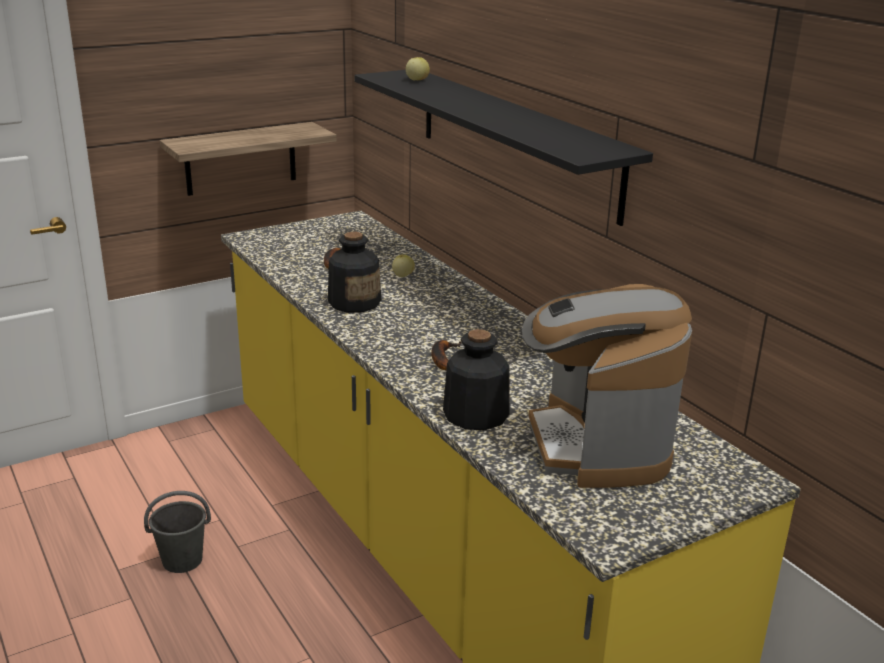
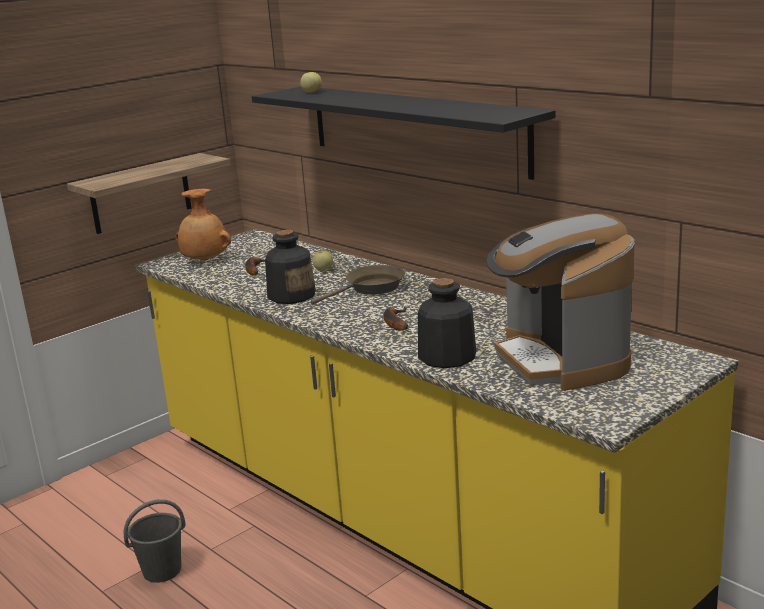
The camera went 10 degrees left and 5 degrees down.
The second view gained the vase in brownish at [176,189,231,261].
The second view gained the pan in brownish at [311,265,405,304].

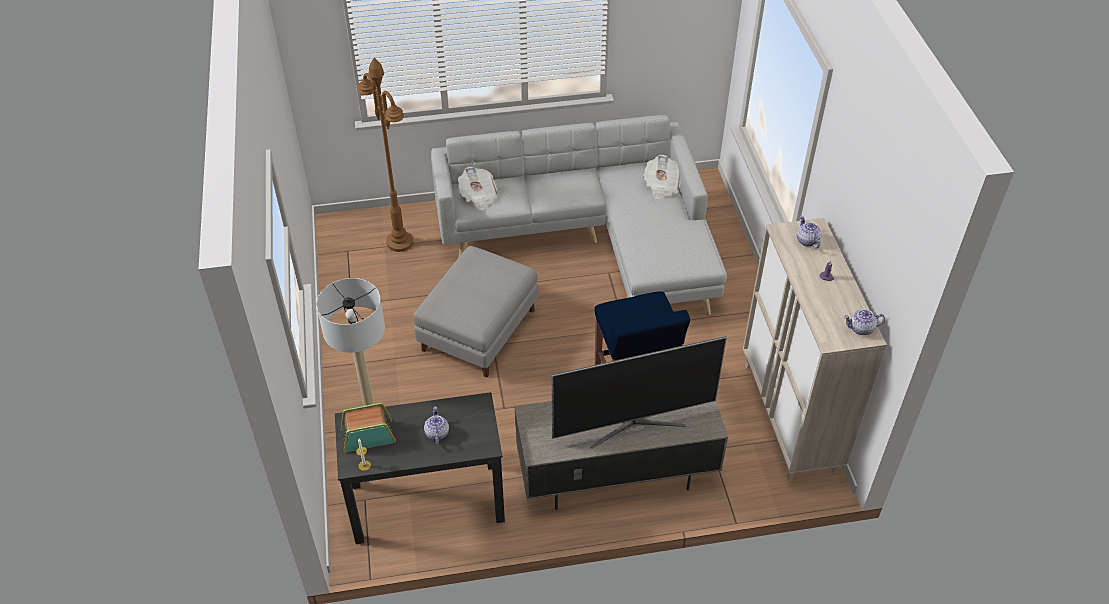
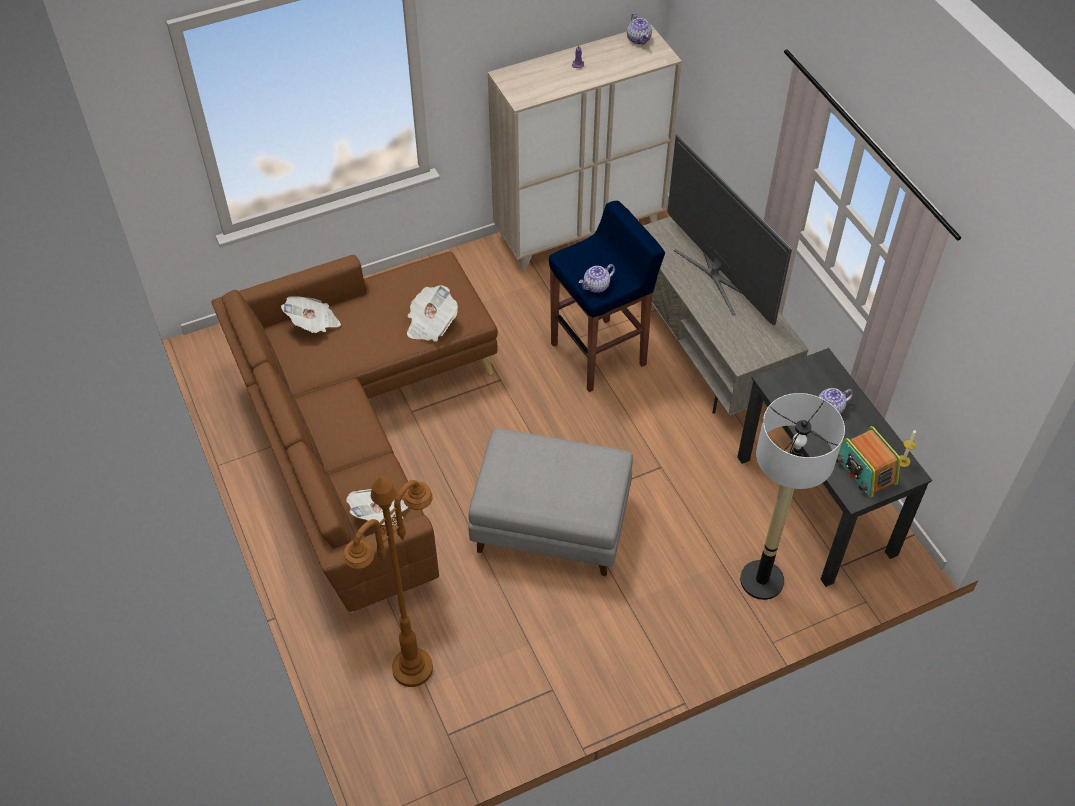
The camera went 105 degrees left and 5 degrees up.
What was the couch in greyish at [431,115,727,315] turned into the couch in brownish at [211,251,498,613].
The pot for tea ended up elsewhere, having gone from [797,216,821,248] to [579,264,615,293].
The second view gained the newspaper at [407,285,458,342].

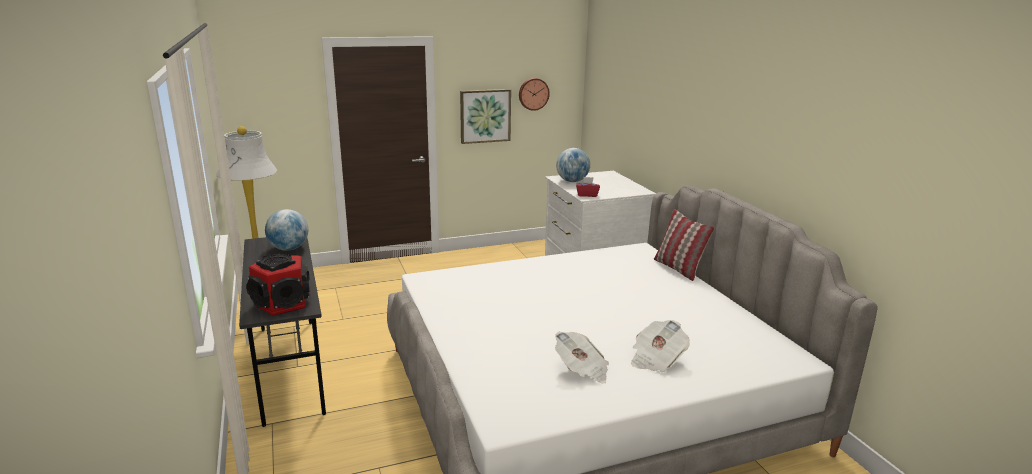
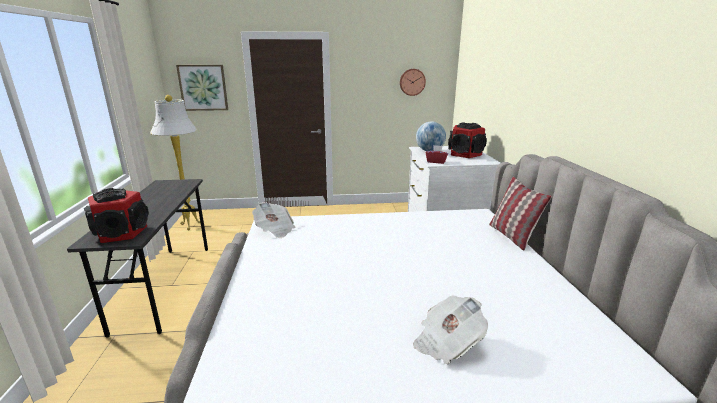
The camera went 15 degrees right and 0 degrees up.
The second view lost the desk globe at [265,209,308,251].
The wall picture ended up elsewhere, having gone from [460,89,511,144] to [176,65,228,111].
The newspaper ended up elsewhere, having gone from [555,331,609,384] to [252,202,296,238].
The second view gained the speaker at [448,122,487,158].

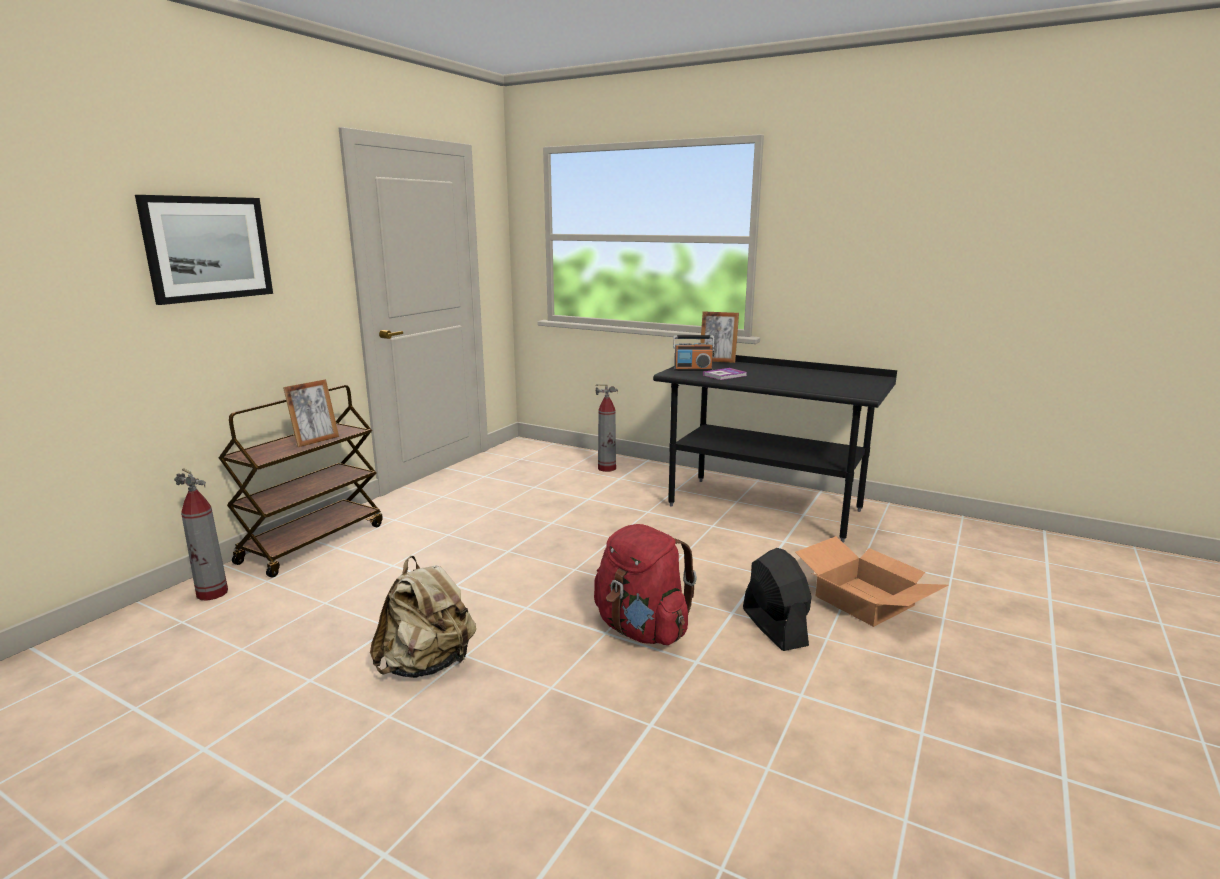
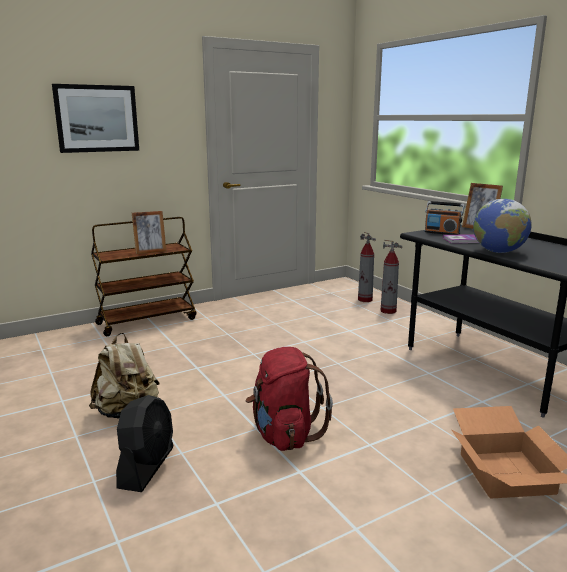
The camera went 30 degrees right and 0 degrees up.
The fire-fighting cylinder ended up elsewhere, having gone from [174,468,228,601] to [358,232,376,302].
The cooling fan in blackish ended up elsewhere, having gone from [743,548,812,651] to [116,395,173,492].
The second view gained the desk globe at [473,199,532,253].

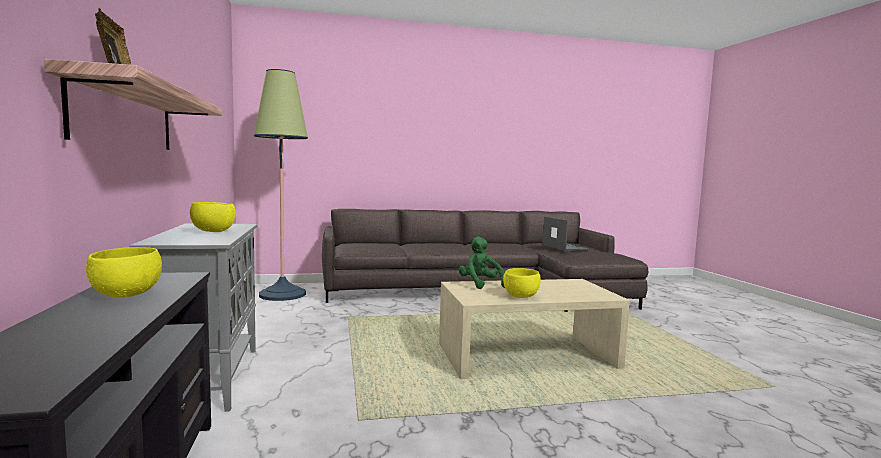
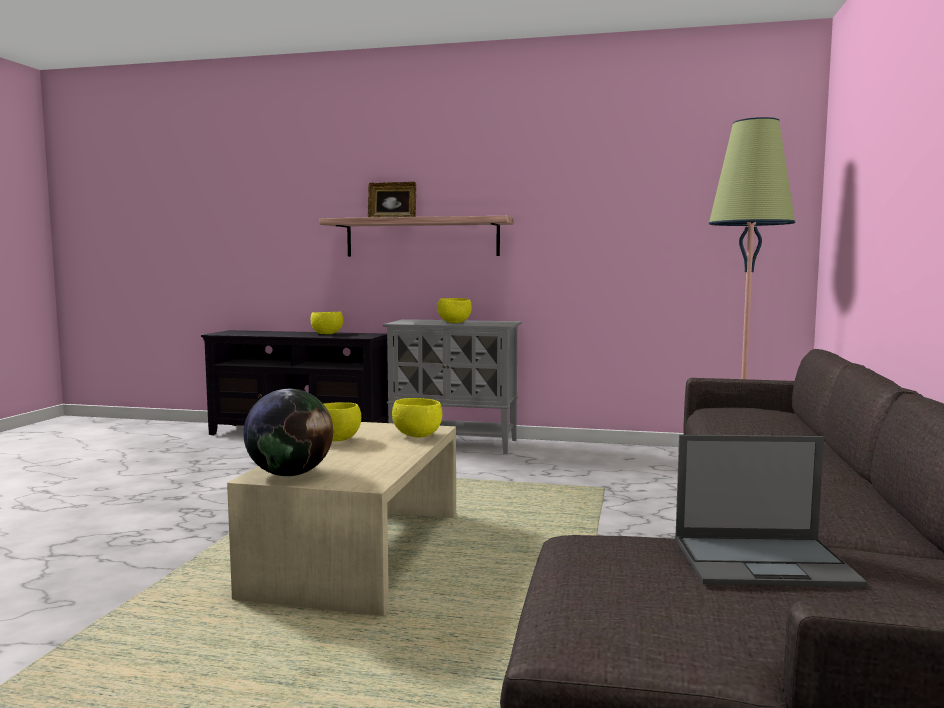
The camera went 115 degrees right and 0 degrees up.
Where the soft toy in greenish stood at [459,236,505,289], the bowl in yellow-coloured came to stand at [392,398,442,438].
The second view gained the desk globe at [243,389,333,476].

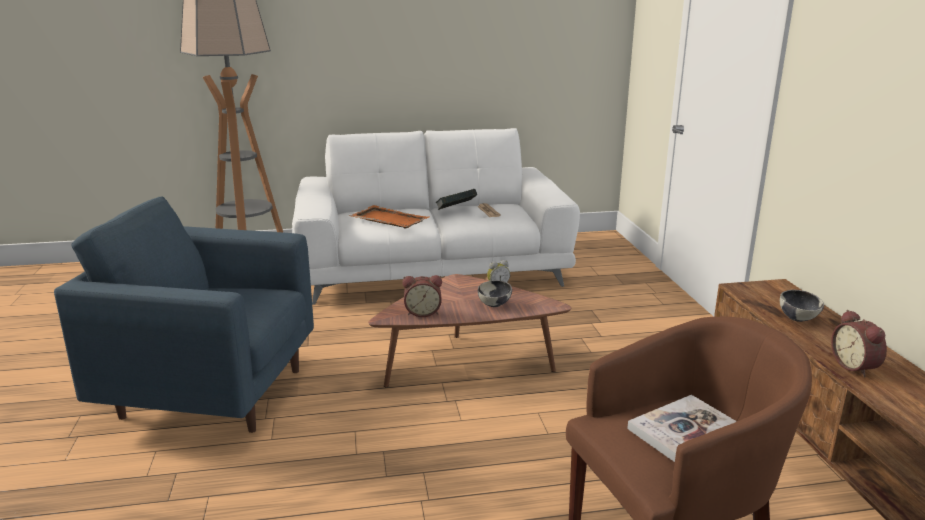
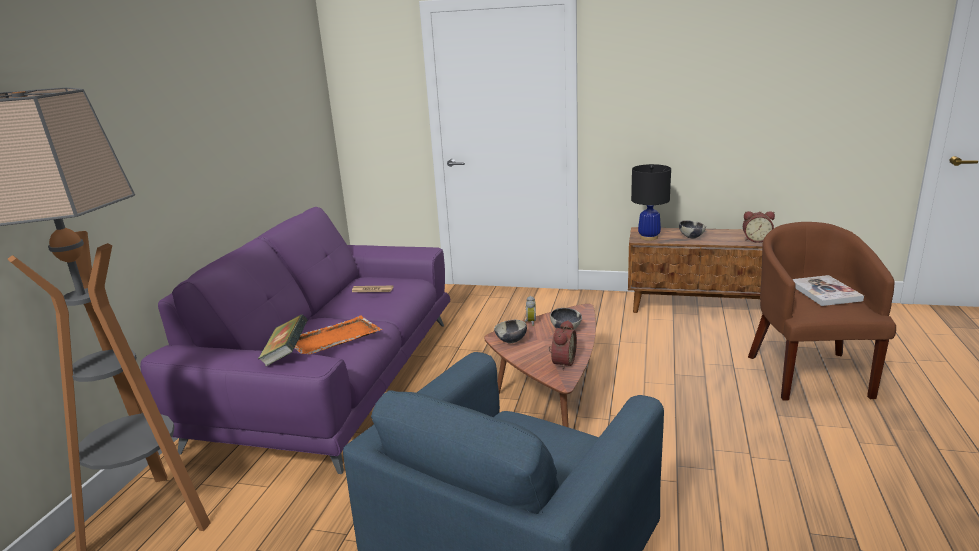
The camera went 65 degrees left and 0 degrees up.
What was the couch in whitish at [292,128,580,305] turned into the couch in purple at [140,207,450,474].
The bound book ended up elsewhere, having gone from [436,189,477,210] to [258,315,308,366].
The second view gained the bowl at [494,320,527,344].
The second view gained the lamp for a table in blackish at [631,164,671,241].

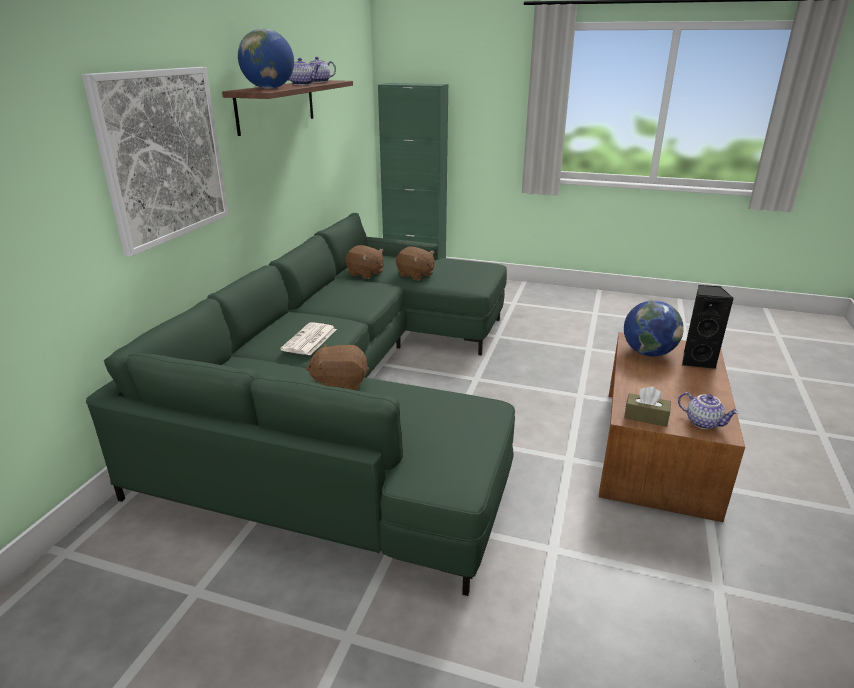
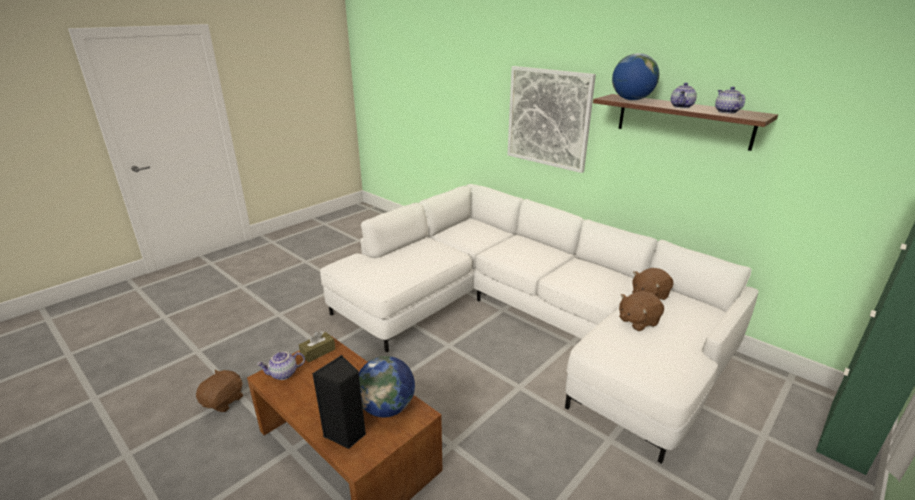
The camera went 115 degrees right and 0 degrees up.
What was the couch in greenish at [86,213,515,596] turned into the couch in whitish at [320,184,758,464].
The second view lost the newspaper at [280,322,337,355].
The soft toy in brownish ended up elsewhere, having gone from [306,343,369,390] to [196,370,243,412].

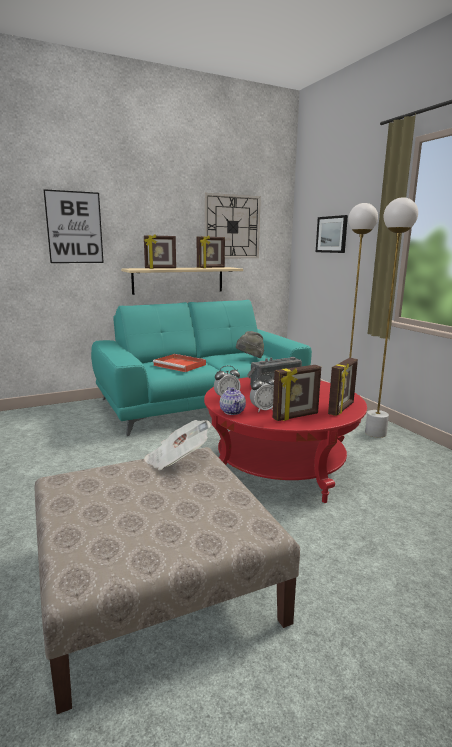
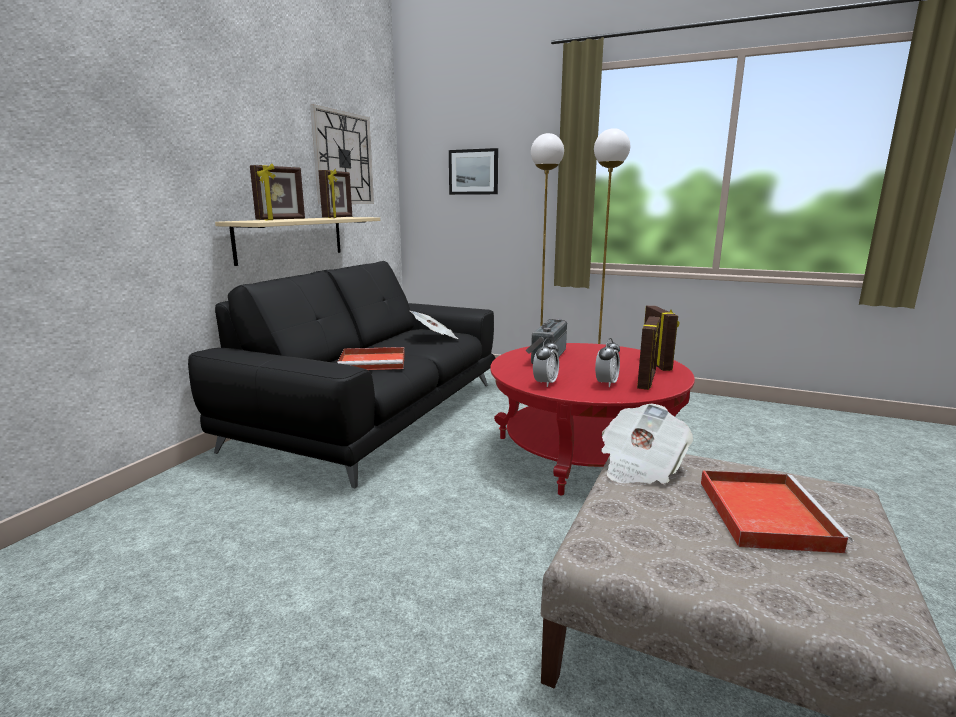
The camera went 40 degrees left and 0 degrees up.
The second view lost the wall picture at [43,189,104,263].
What was the couch in blue-green at [91,300,312,436] turned into the couch in blackish at [188,261,495,488].
The second view lost the pot for tea at [220,387,246,415].
Where the clothing hat in greyish stood at [236,331,264,358], the newspaper came to stand at [410,311,458,339].
The second view gained the serving tray in red at [701,471,853,553].

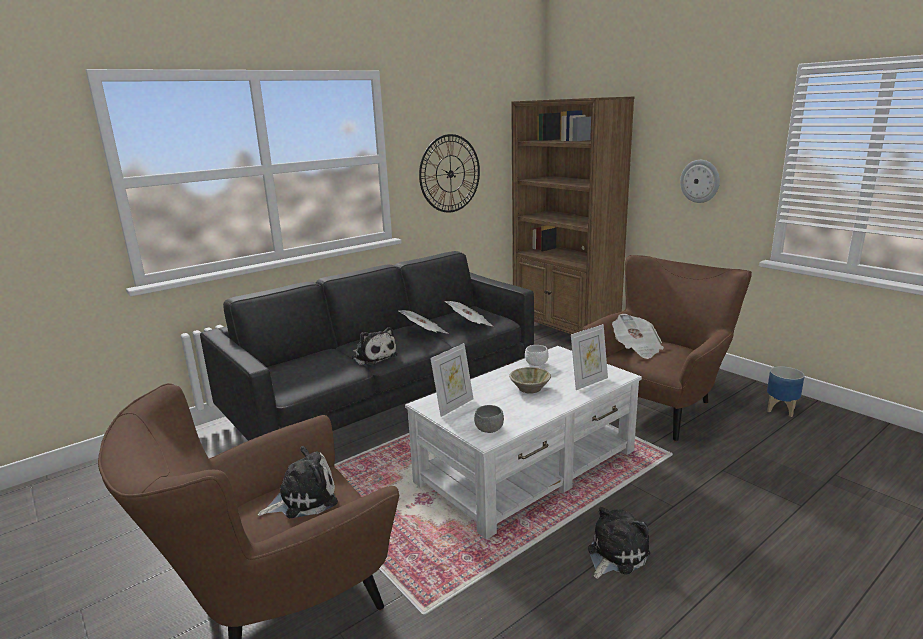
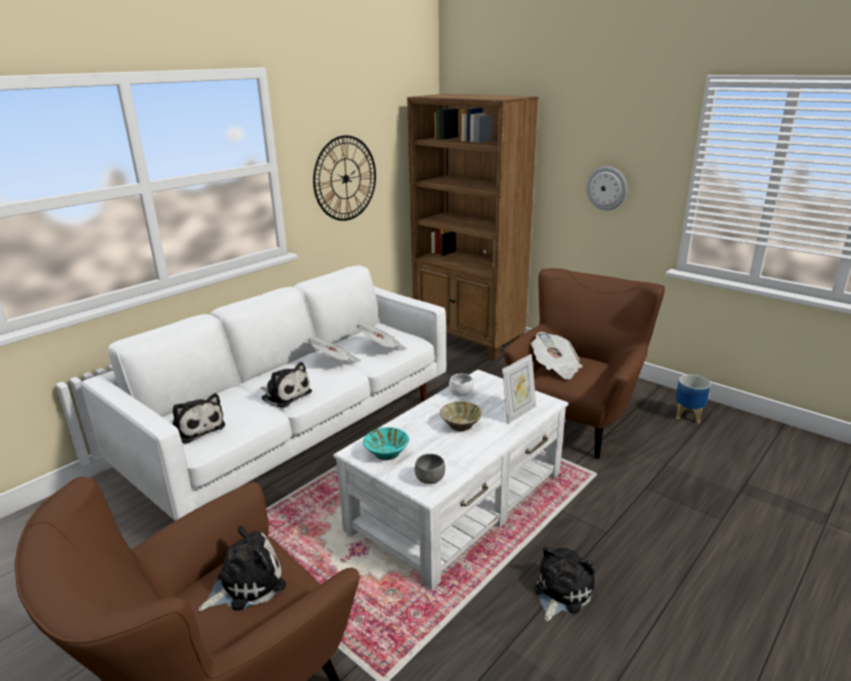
The camera went 10 degrees left and 5 degrees up.
What was the couch in blackish at [200,251,534,441] turned into the couch in whitish at [81,265,446,521].
Where the picture frame stood at [430,343,474,417], the bowl in blue-green came to stand at [363,427,409,460].
The second view gained the soft toy at [173,393,225,444].

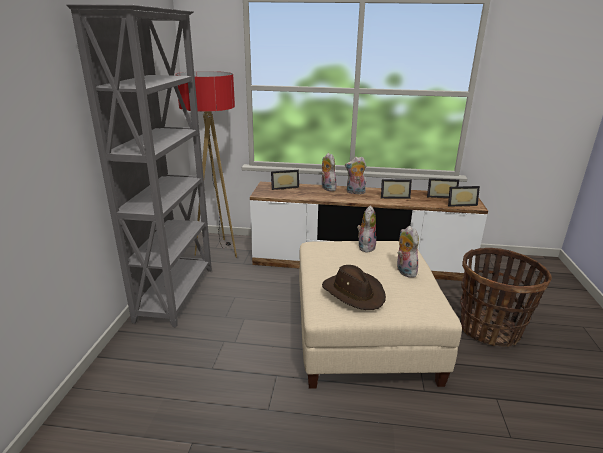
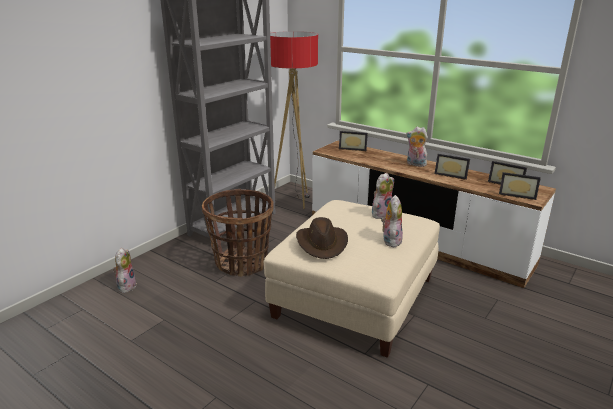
The camera went 30 degrees right and 0 degrees up.
The soft toy ended up elsewhere, having gone from [321,153,337,191] to [113,248,137,293].
The storage basket ended up elsewhere, having gone from [460,248,552,347] to [202,189,274,277].

